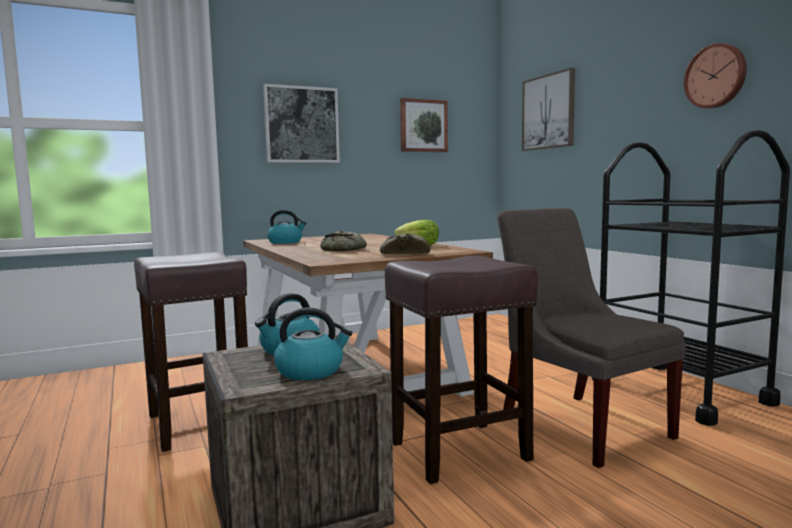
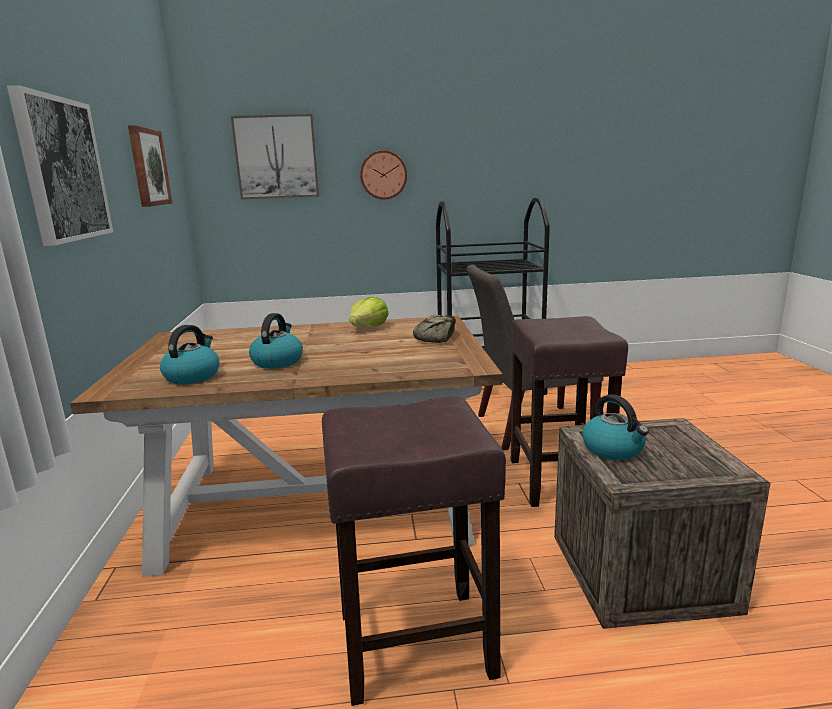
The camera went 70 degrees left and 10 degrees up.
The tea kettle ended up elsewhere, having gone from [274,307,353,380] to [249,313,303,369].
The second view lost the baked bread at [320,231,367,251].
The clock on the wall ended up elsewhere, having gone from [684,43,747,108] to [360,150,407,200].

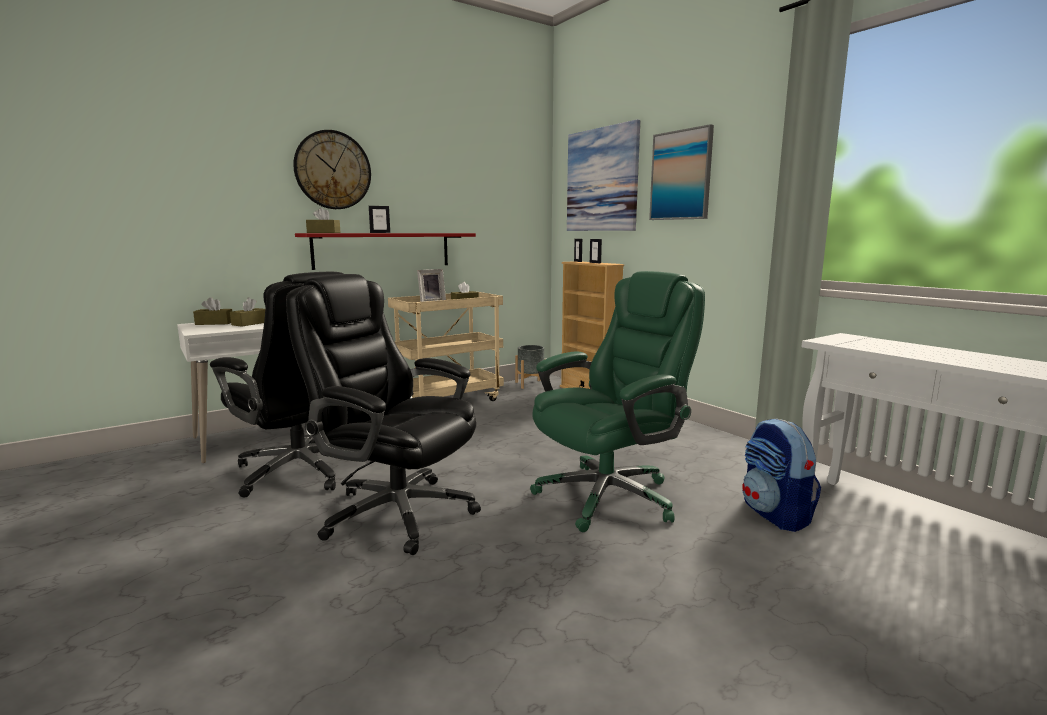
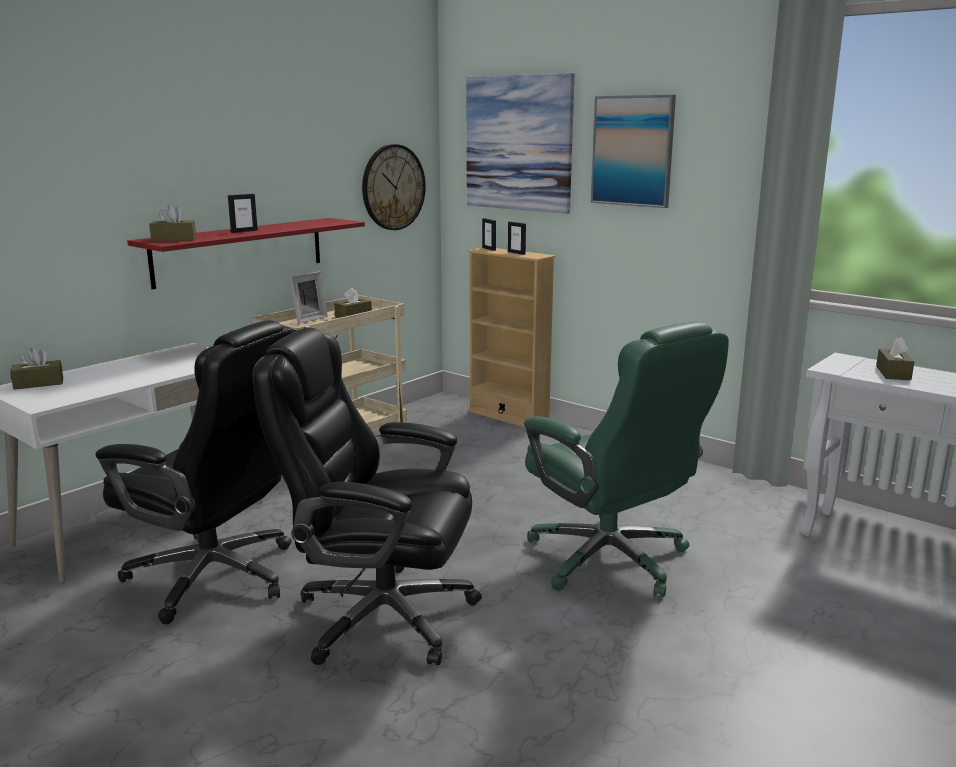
The camera went 15 degrees left and 5 degrees up.
The tissue box in brownish ended up elsewhere, having gone from [230,297,265,327] to [876,337,914,380].
The clock on the wall ended up elsewhere, having gone from [293,130,371,209] to [362,144,426,230].
The second view lost the flower pot in greyish at [515,345,545,389].
The office chair in greenish at [530,271,705,532] ended up facing another way, 105 degrees clockwise from before.
The second view lost the backpack at [742,418,821,532].

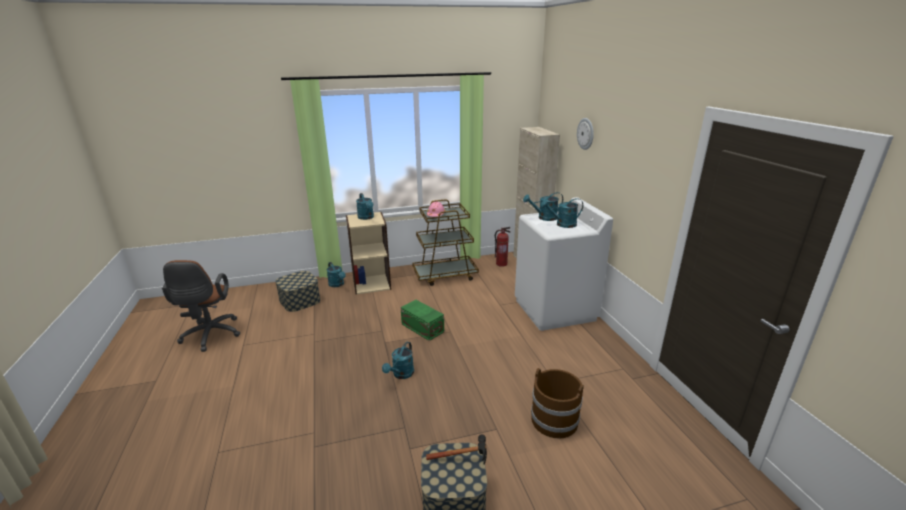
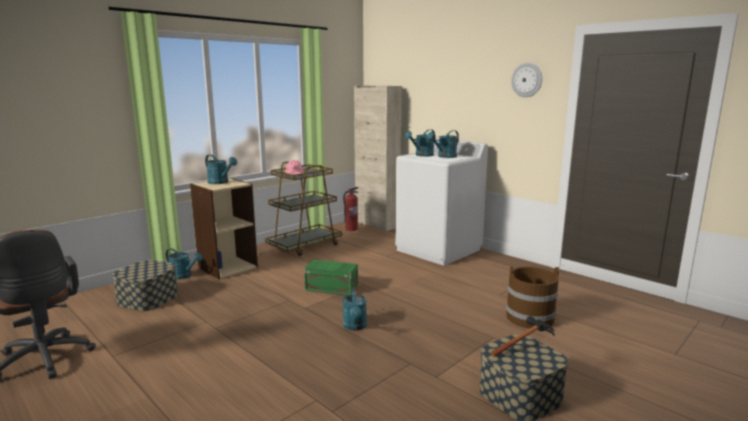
The camera went 30 degrees left and 10 degrees down.
The clock on the wall ended up elsewhere, having gone from [577,118,594,150] to [511,63,542,97].

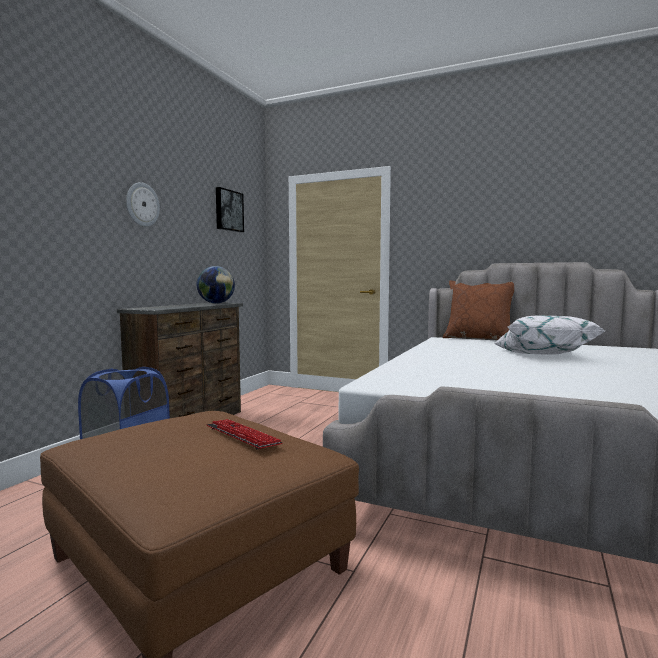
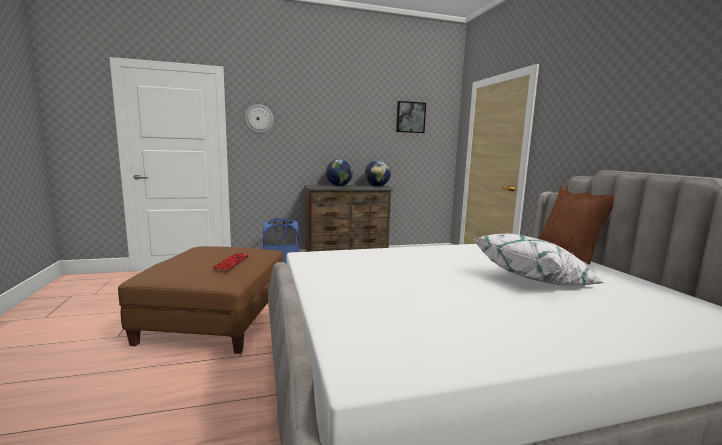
The camera went 50 degrees right and 5 degrees up.
The clock on the wall ended up elsewhere, having gone from [126,182,160,227] to [244,104,274,133].
The second view gained the desk globe at [326,159,353,186].

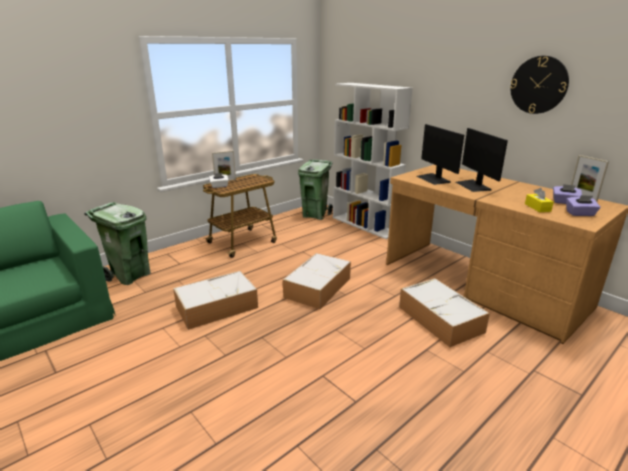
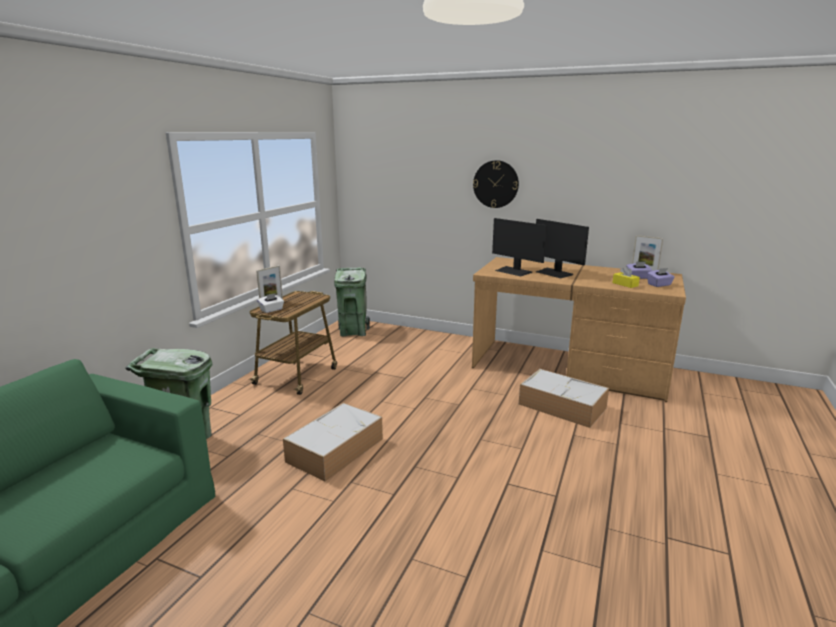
The camera went 25 degrees left and 5 degrees down.
The second view lost the storage box at [283,253,351,309].
The second view lost the bookcase in whitish at [333,83,413,239].
The clock on the wall ended up elsewhere, having gone from [510,56,569,114] to [473,160,519,208].

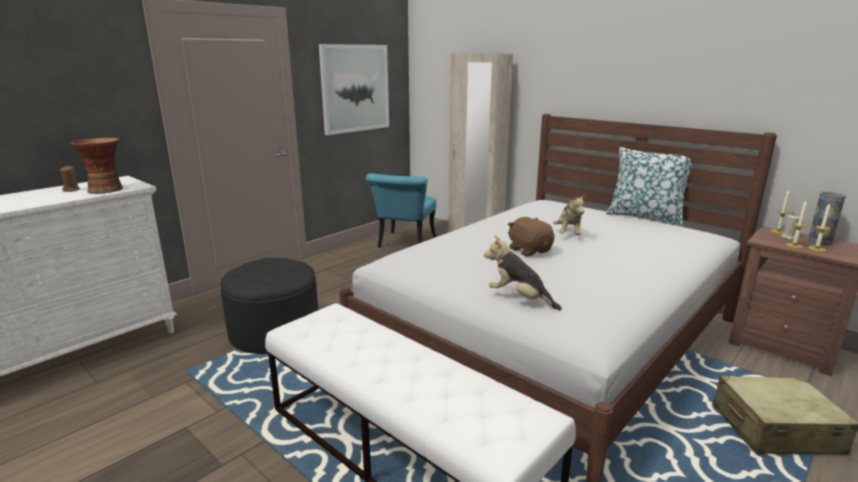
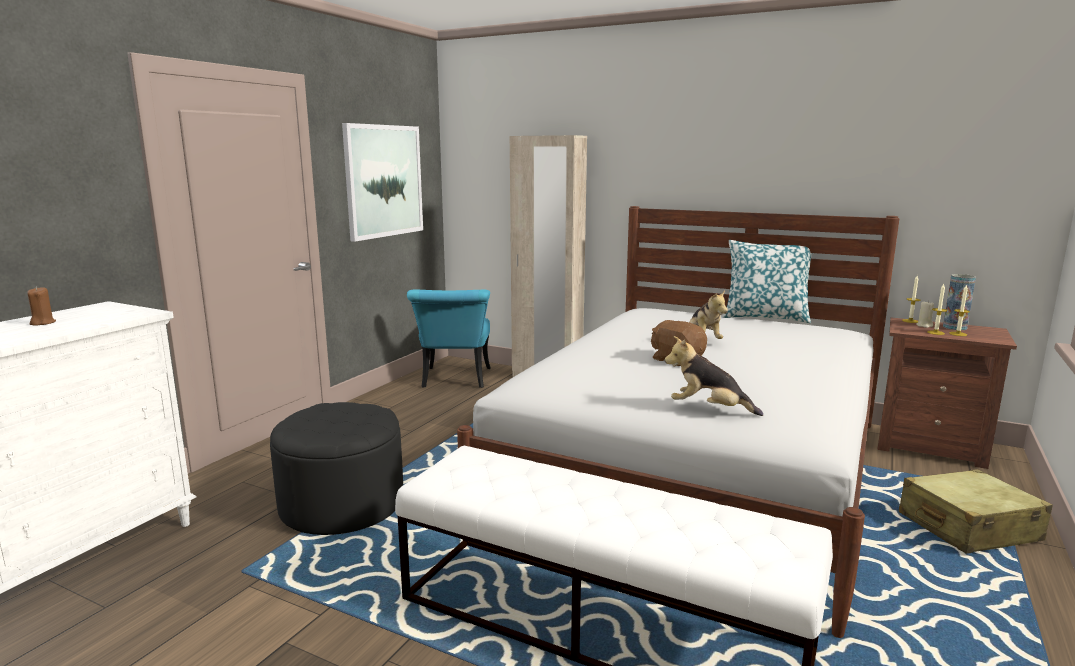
The camera went 15 degrees left and 5 degrees down.
The second view lost the vase at [70,138,123,194].

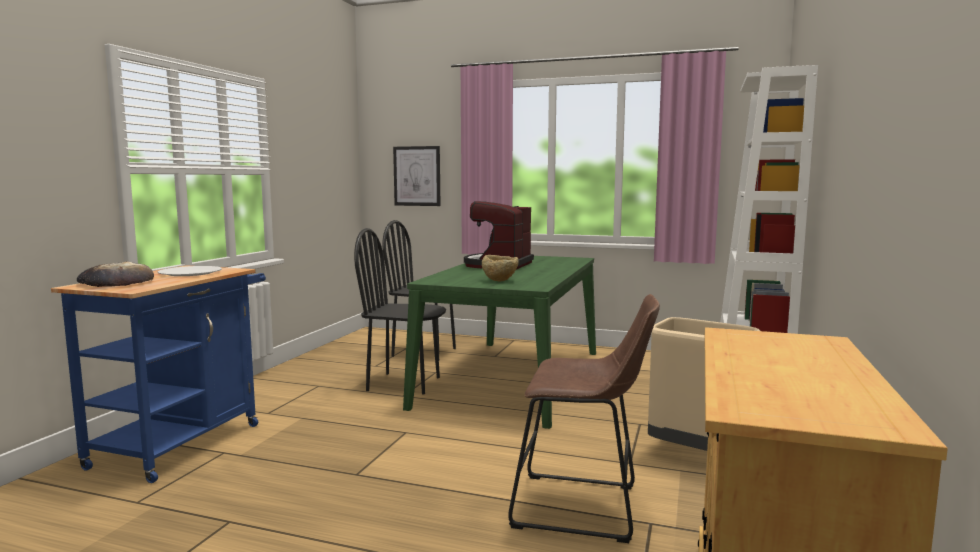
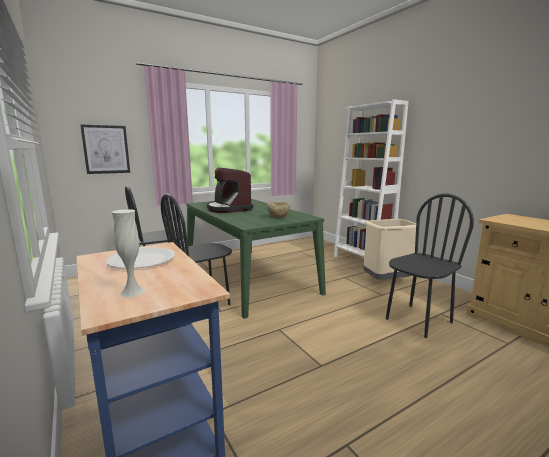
The camera went 50 degrees left and 5 degrees up.
Where the baked bread stood at [77,261,154,287], the vase in whitish came to stand at [112,209,145,297].
Where the stool in brownish stood at [508,294,660,543], the upright chair in blackish came to stand at [386,194,474,338].

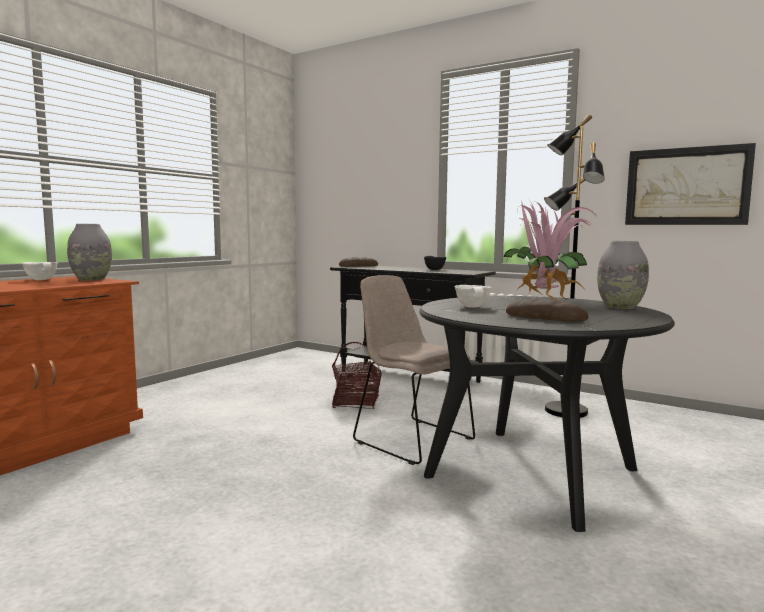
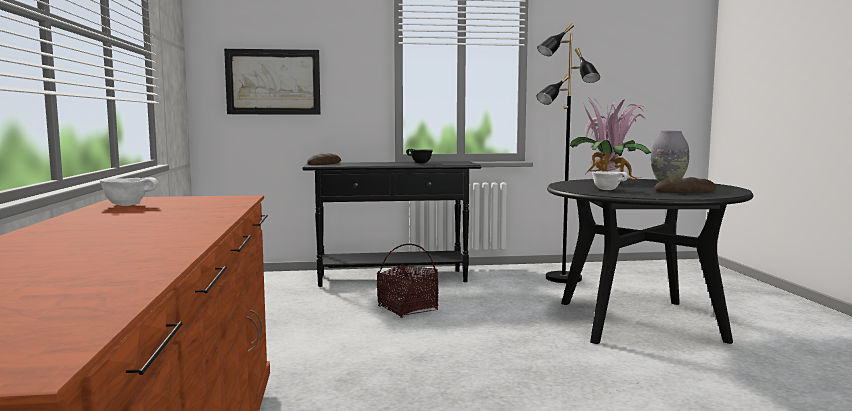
The camera went 40 degrees left and 0 degrees up.
The second view lost the vase in greyish at [67,224,112,281].
The second view lost the upright chair in sand-coloured at [353,275,475,465].
The wall picture ended up elsewhere, having gone from [625,143,756,225] to [224,49,321,114].

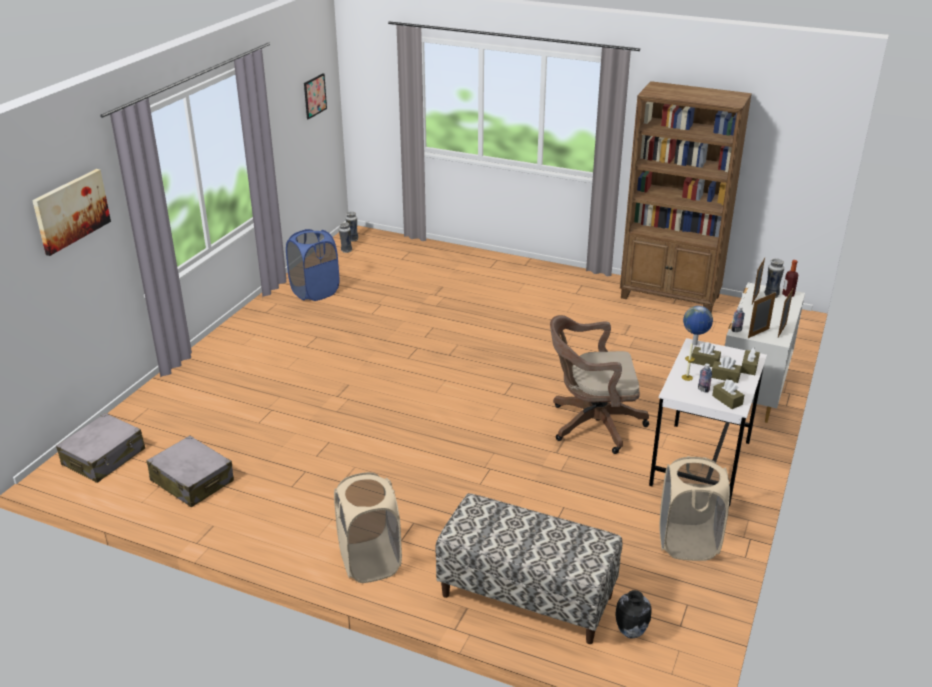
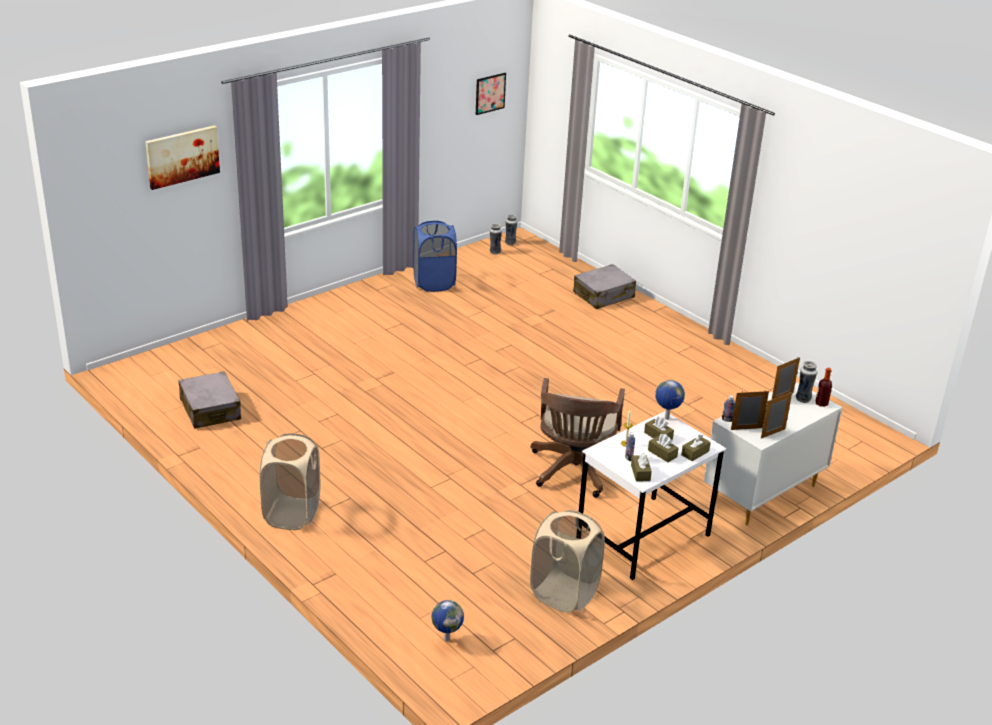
The camera went 25 degrees right and 0 degrees up.
The suitcase in greyish ended up elsewhere, having gone from [56,413,145,483] to [573,264,636,309].
The second view lost the indoor bench at [435,493,622,644].
The office chair in brownish at [550,315,649,454] ended up facing another way, 105 degrees counterclockwise from before.
Where the vase stood at [615,590,652,639], the desk globe came to stand at [431,600,464,642].
The second view lost the bookcase in brownish at [620,81,752,313].

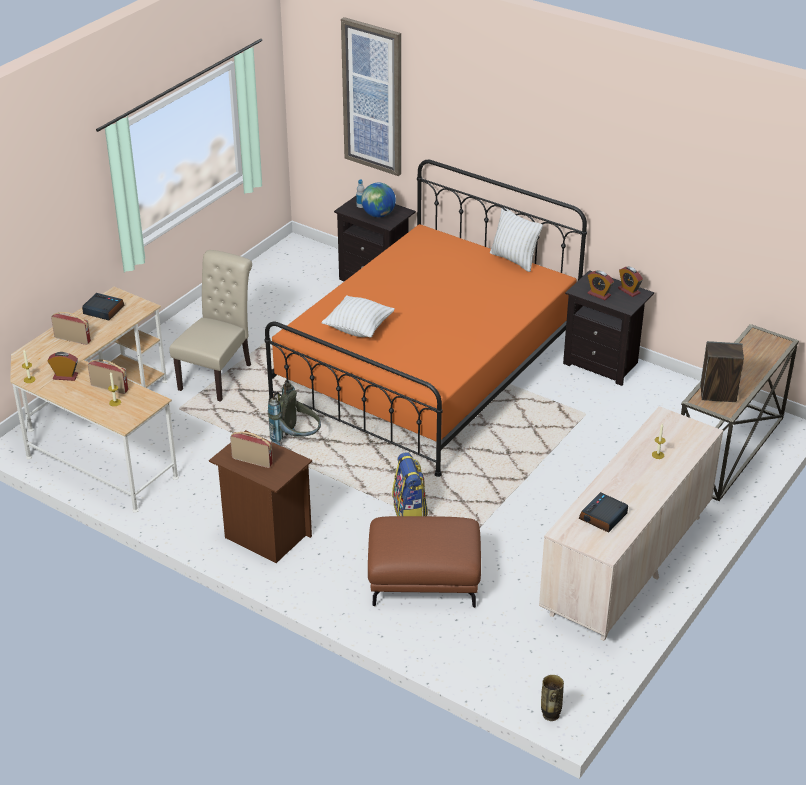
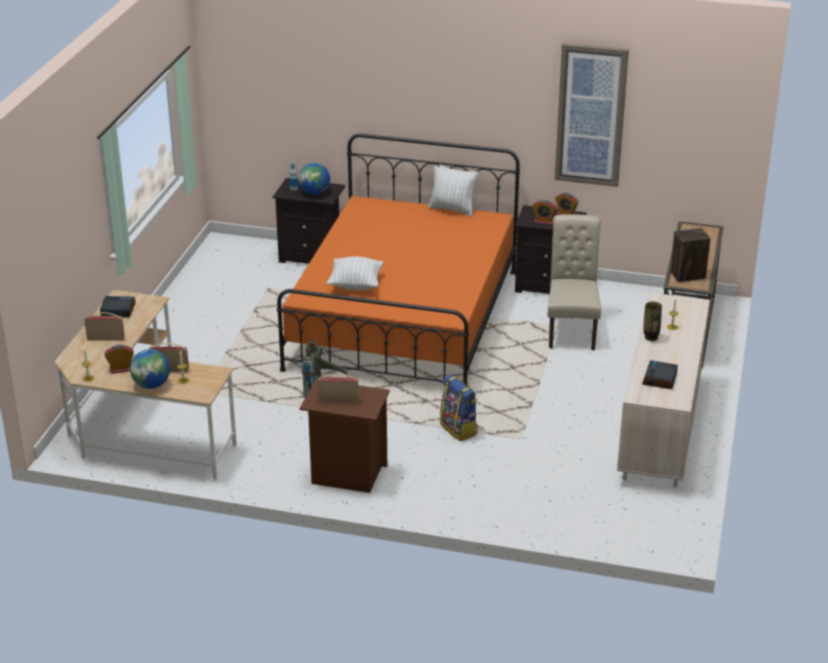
The camera went 20 degrees left and 5 degrees down.
The upright chair in sand-coloured ended up elsewhere, having gone from [170,250,252,402] to [547,214,601,350].
The wall picture ended up elsewhere, having gone from [341,17,401,176] to [555,43,629,187].
The second view lost the pouffe in brownish at [368,516,481,608].
The vase ended up elsewhere, having gone from [541,675,564,721] to [643,301,662,341].
The second view gained the desk globe at [130,349,170,389].

